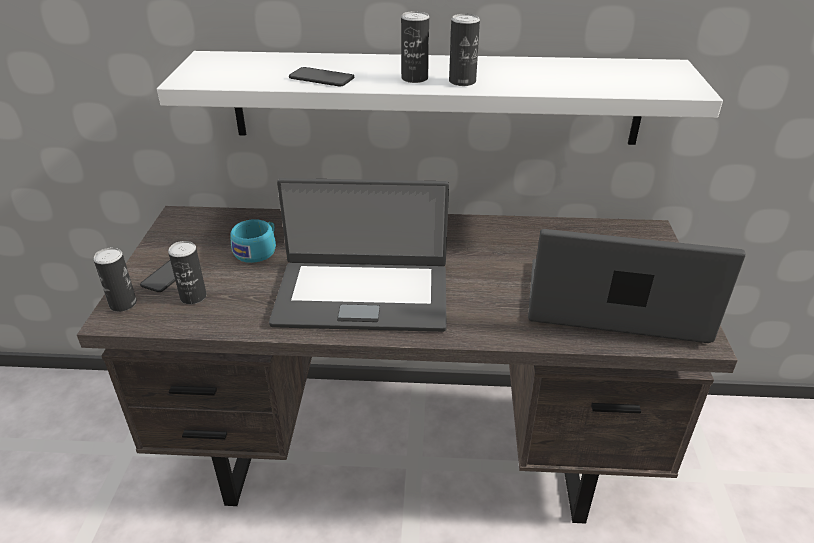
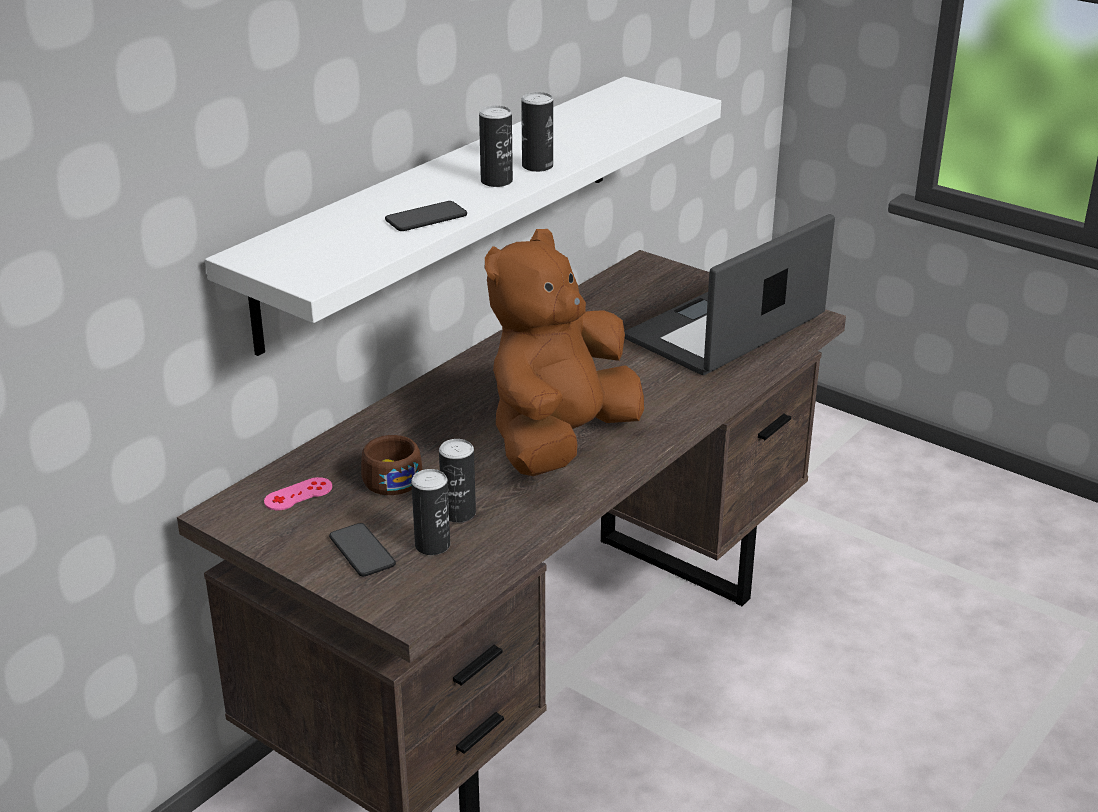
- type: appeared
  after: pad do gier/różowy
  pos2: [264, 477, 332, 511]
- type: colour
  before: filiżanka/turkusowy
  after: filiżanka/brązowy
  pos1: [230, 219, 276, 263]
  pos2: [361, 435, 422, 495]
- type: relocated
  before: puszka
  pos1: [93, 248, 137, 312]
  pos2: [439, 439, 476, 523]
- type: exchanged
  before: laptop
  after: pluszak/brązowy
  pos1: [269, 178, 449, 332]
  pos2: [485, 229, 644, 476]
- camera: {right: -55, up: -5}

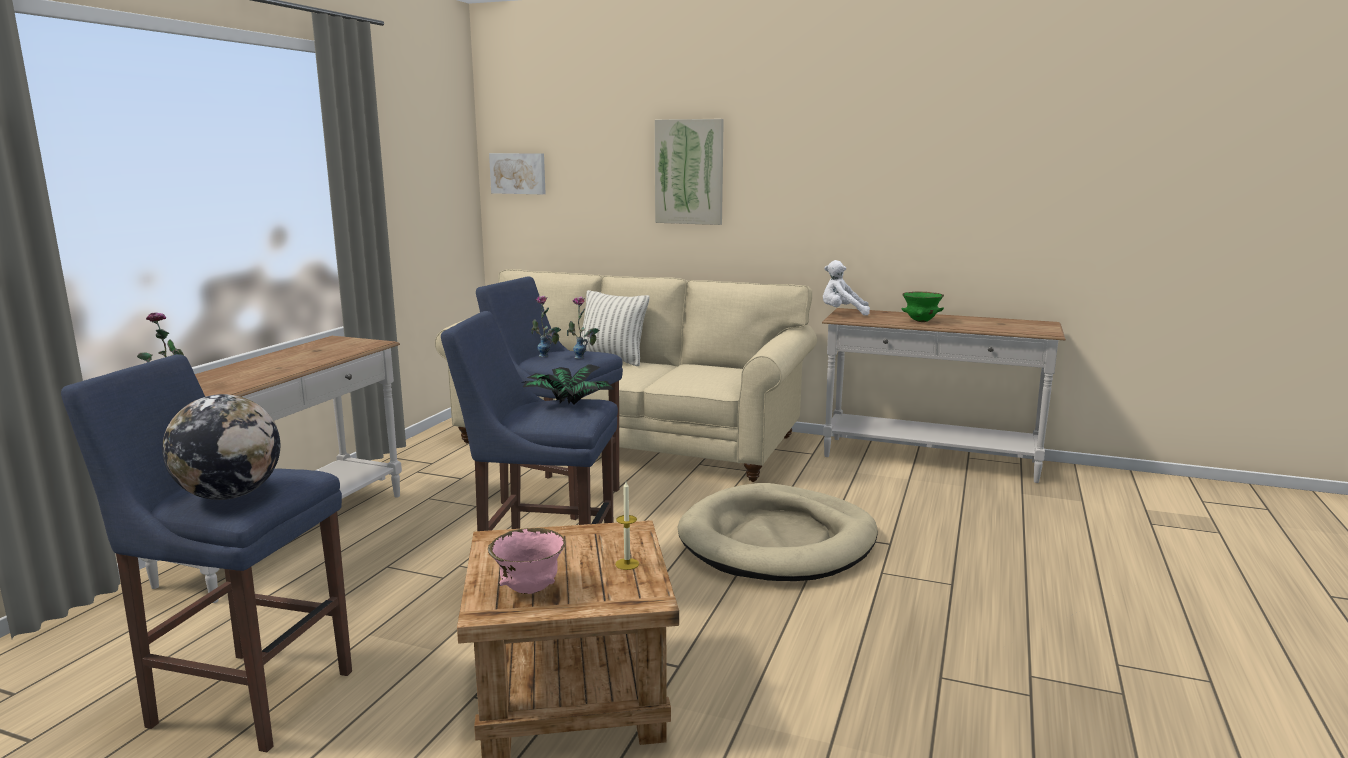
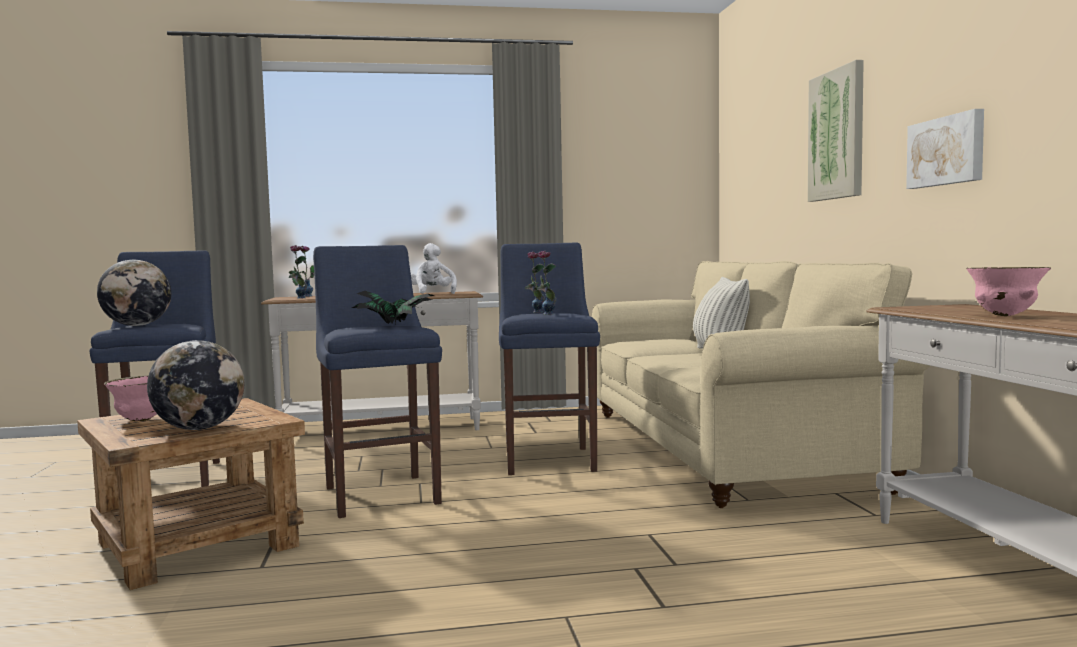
- type: exchanged
  before: świeca
  after: globus
  pos1: [615, 482, 639, 570]
  pos2: [147, 340, 244, 430]
- type: appeared
  after: wazon
  pos2: [289, 245, 307, 299]
- type: relocated
  before: pluszak/biały
  pos1: [823, 260, 870, 316]
  pos2: [411, 243, 457, 294]
- type: relocated
  before: obraz
  pos1: [489, 153, 546, 194]
  pos2: [906, 109, 984, 189]
- type: colour
  before: miska/zielony
  after: miska/różowy
  pos1: [901, 291, 944, 322]
  pos2: [966, 267, 1051, 316]
- type: missing
  before: legowisko/beżowy
  pos1: [677, 483, 878, 581]
- camera: {right: 60, up: -10}

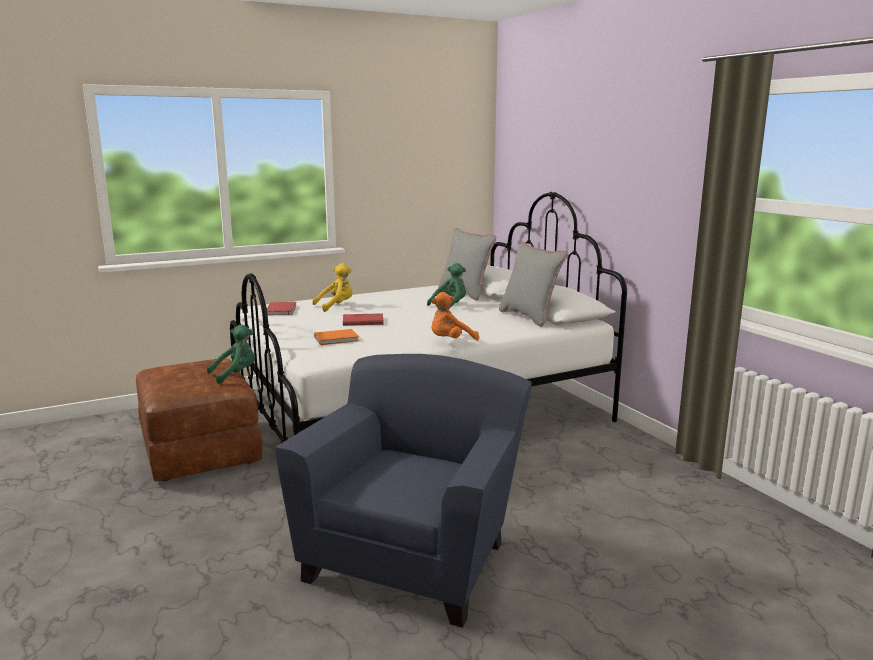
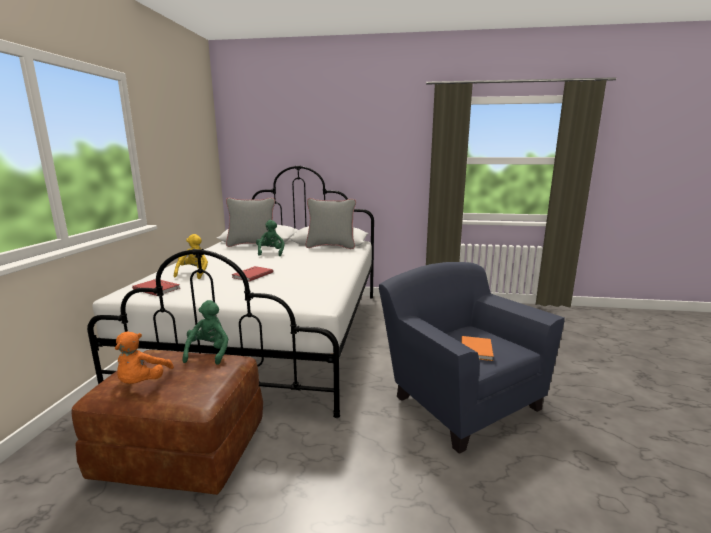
- type: relocated
  before: pluszak/pomarańczowy
  pos1: [431, 292, 479, 341]
  pos2: [115, 331, 174, 384]
- type: relocated
  before: książka/pomarańczowy
  pos1: [314, 329, 359, 345]
  pos2: [462, 336, 494, 361]
- camera: {right: -55, up: 0}

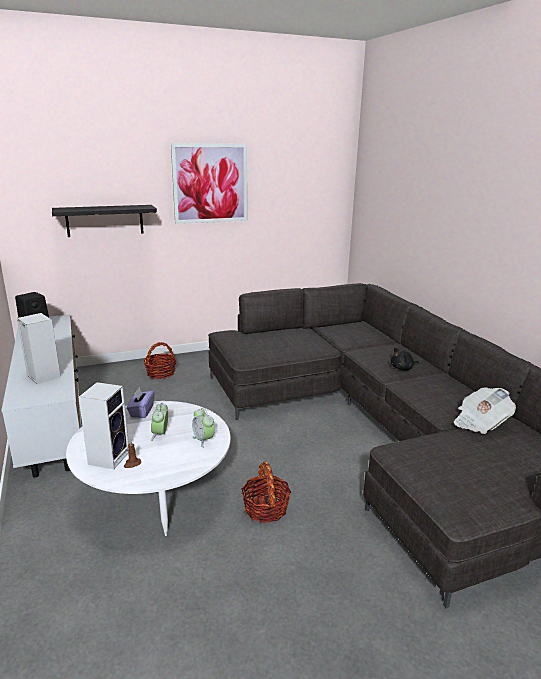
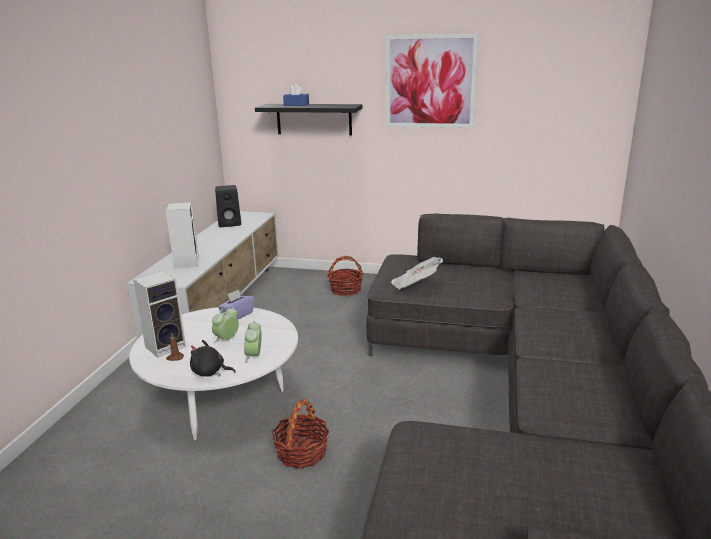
- type: relocated
  before: pluszak/czarny
  pos1: [391, 348, 419, 370]
  pos2: [190, 340, 236, 376]
- type: appeared
  after: pudełko chusteczek/niebieski
  pos2: [283, 84, 309, 106]
- type: relocated
  before: gazeta
  pos1: [454, 387, 516, 434]
  pos2: [391, 257, 443, 290]
- camera: {right: 35, up: 0}

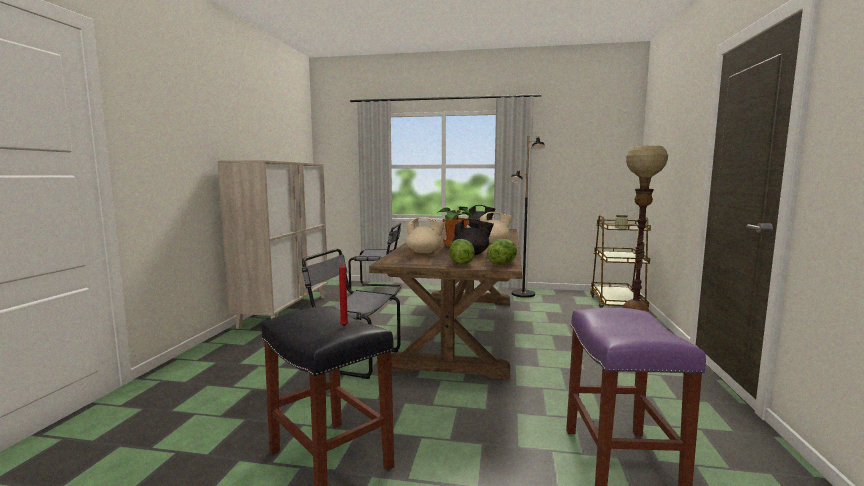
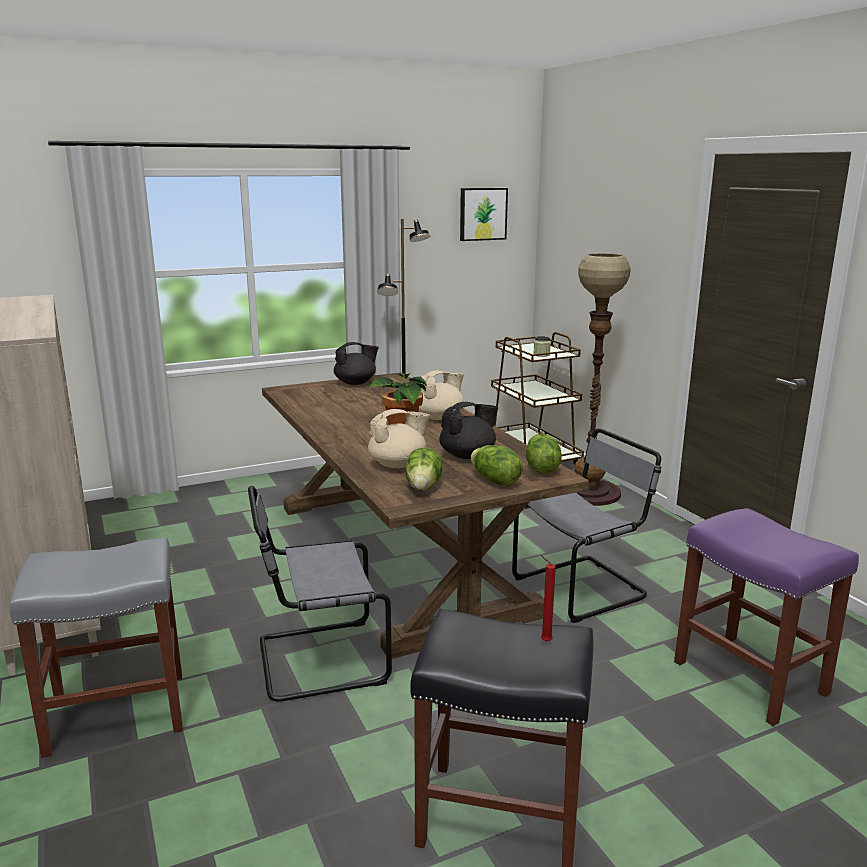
- type: appeared
  after: stołek/szary
  pos2: [10, 537, 183, 758]
- type: appeared
  after: sałata
  pos2: [406, 448, 442, 490]
- type: appeared
  after: obraz
  pos2: [460, 188, 508, 241]
- type: relocated
  before: krzesło/szary
  pos1: [348, 223, 402, 296]
  pos2: [512, 428, 662, 623]
- camera: {right: -35, up: 10}

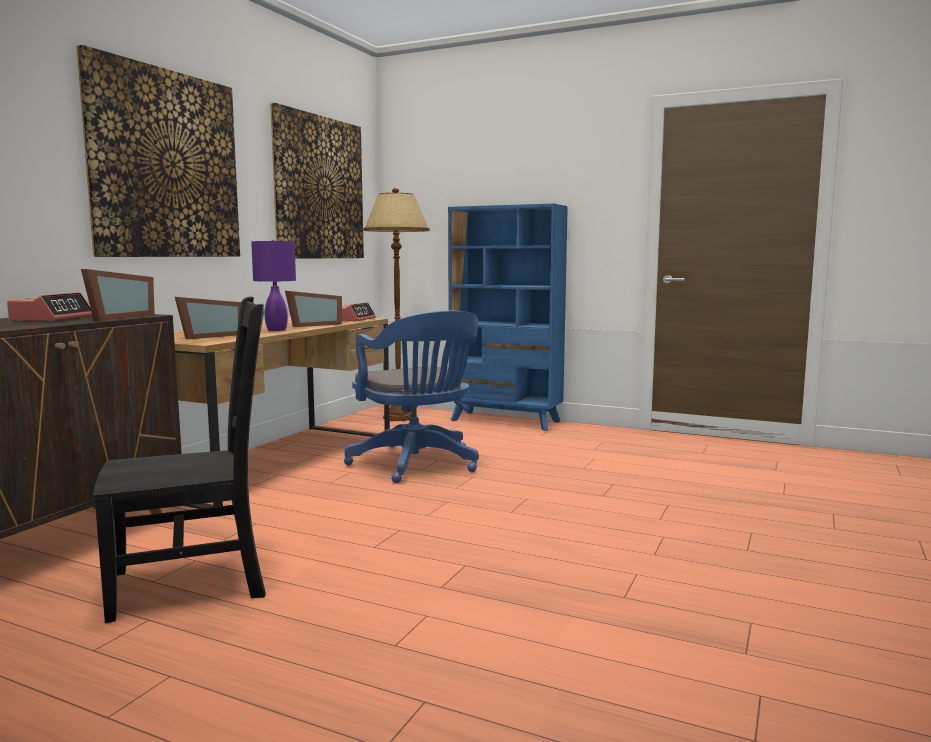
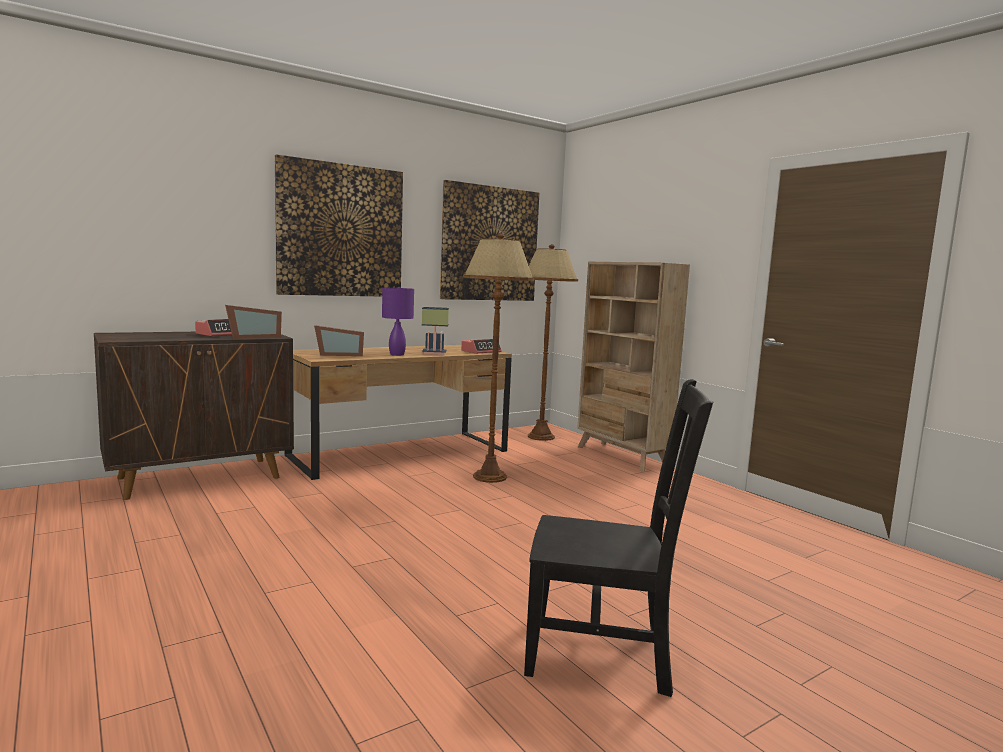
- type: exchanged
  before: ramka na zdjęcie
  after: lampa stołowa
  pos1: [285, 291, 342, 327]
  pos2: [422, 307, 449, 355]
- type: exchanged
  before: krzesło biurowe/niebieski
  after: lampa stojąca/brązowy
  pos1: [344, 311, 479, 483]
  pos2: [463, 233, 534, 483]
- type: relocated
  before: krzesło/czarny
  pos1: [93, 296, 266, 623]
  pos2: [524, 379, 713, 697]
- type: colour
  before: regał/niebieski
  after: regał/beżowy
  pos1: [448, 203, 568, 431]
  pos2: [577, 262, 690, 471]
- camera: {right: 30, up: 0}

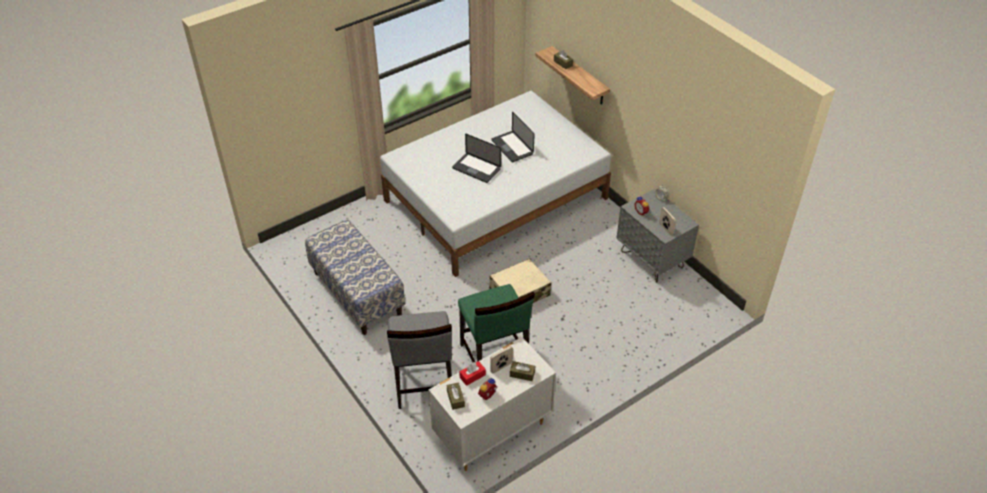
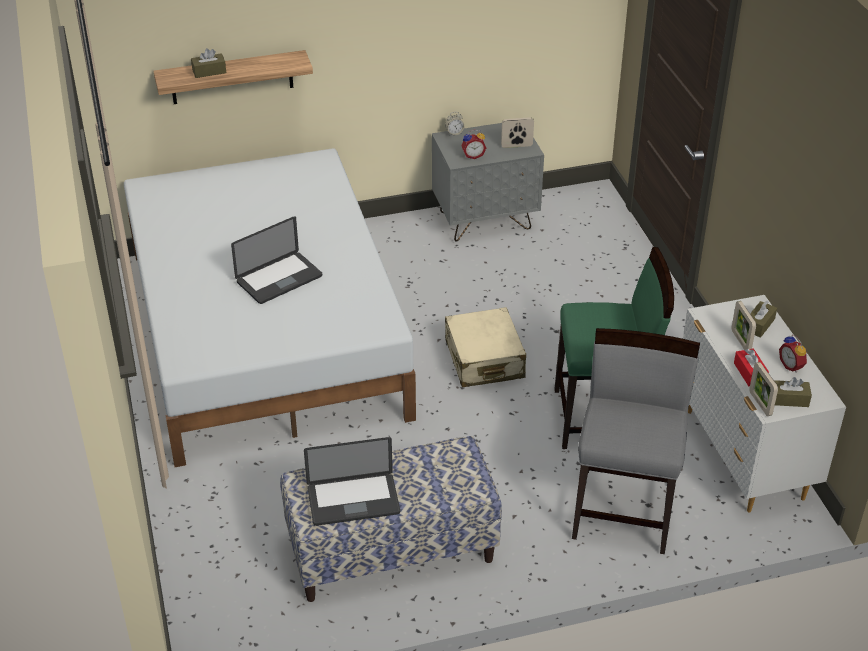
- type: relocated
  before: laptop
  pos1: [491, 111, 535, 162]
  pos2: [304, 437, 400, 526]
- type: spun
  before: krzesło/szary
  pos1: [387, 311, 452, 409]
  pos2: [572, 328, 700, 554]
  turn: -90
- type: appeared
  after: ramka na zdjęcie
  pos2: [749, 362, 778, 416]
- camera: {right: -70, up: -5}

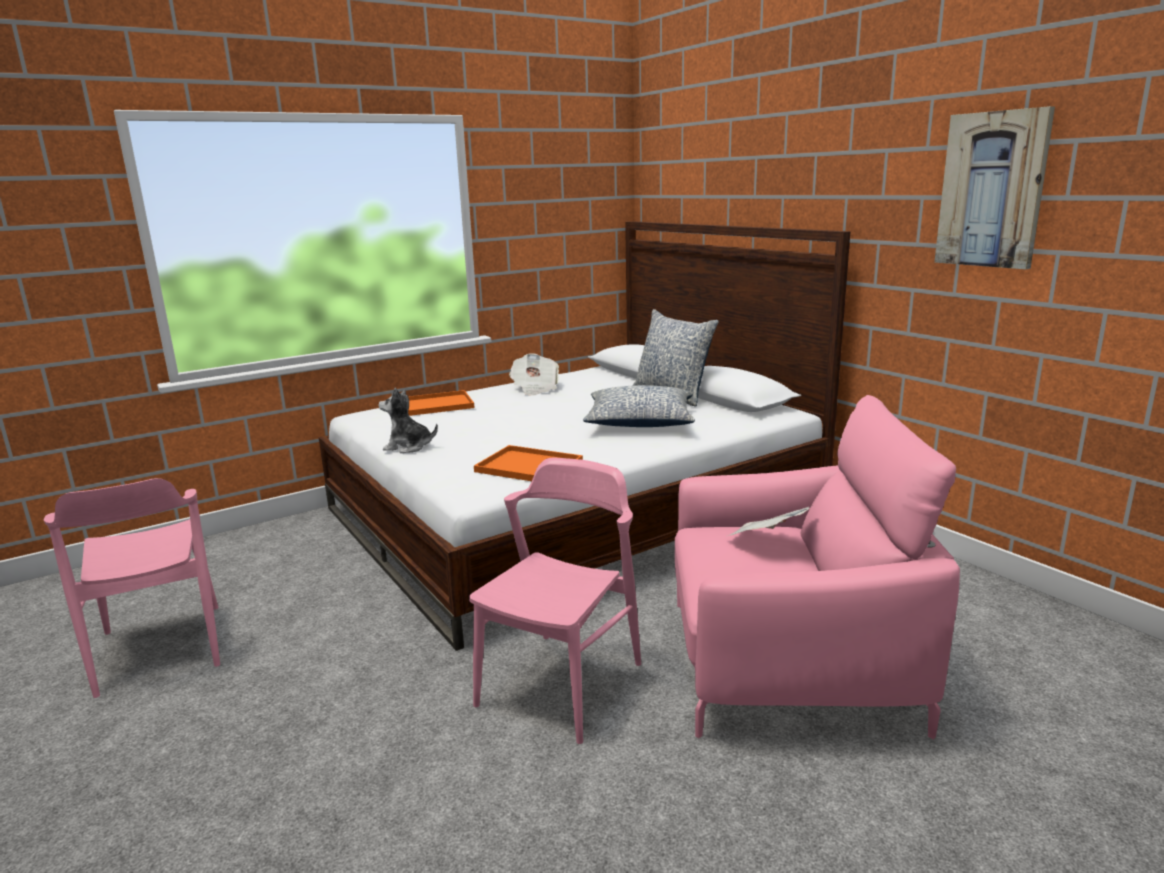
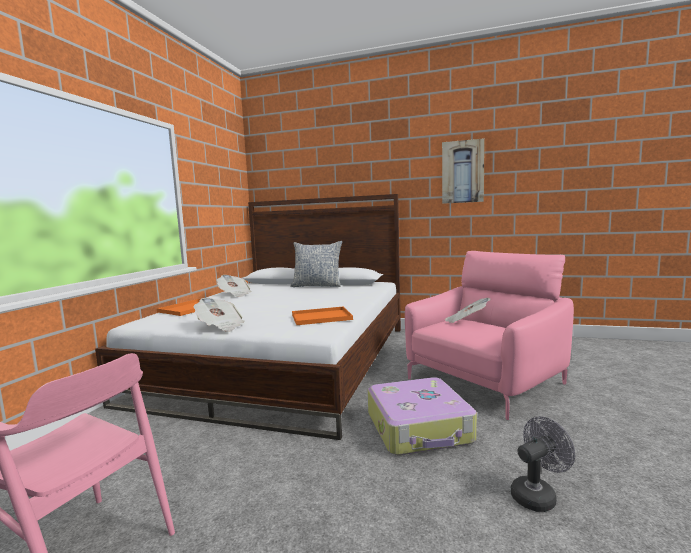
- type: exchanged
  before: pluszak
  after: gazeta
  pos1: [378, 388, 438, 453]
  pos2: [194, 298, 245, 332]
- type: exchanged
  before: krzesło/różowy
  after: walizka
  pos1: [469, 458, 641, 744]
  pos2: [368, 377, 477, 455]
- type: appeared
  after: wentylator/szary
  pos2: [511, 416, 575, 512]
- type: missing
  before: poduszka
  pos1: [583, 385, 695, 427]
- camera: {right: -40, up: -10}

